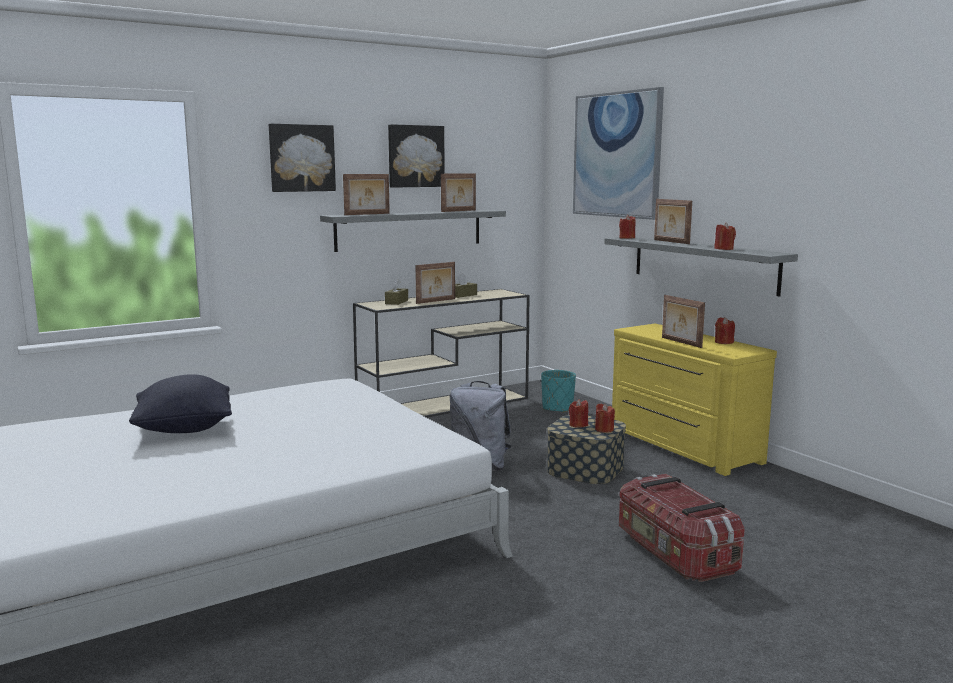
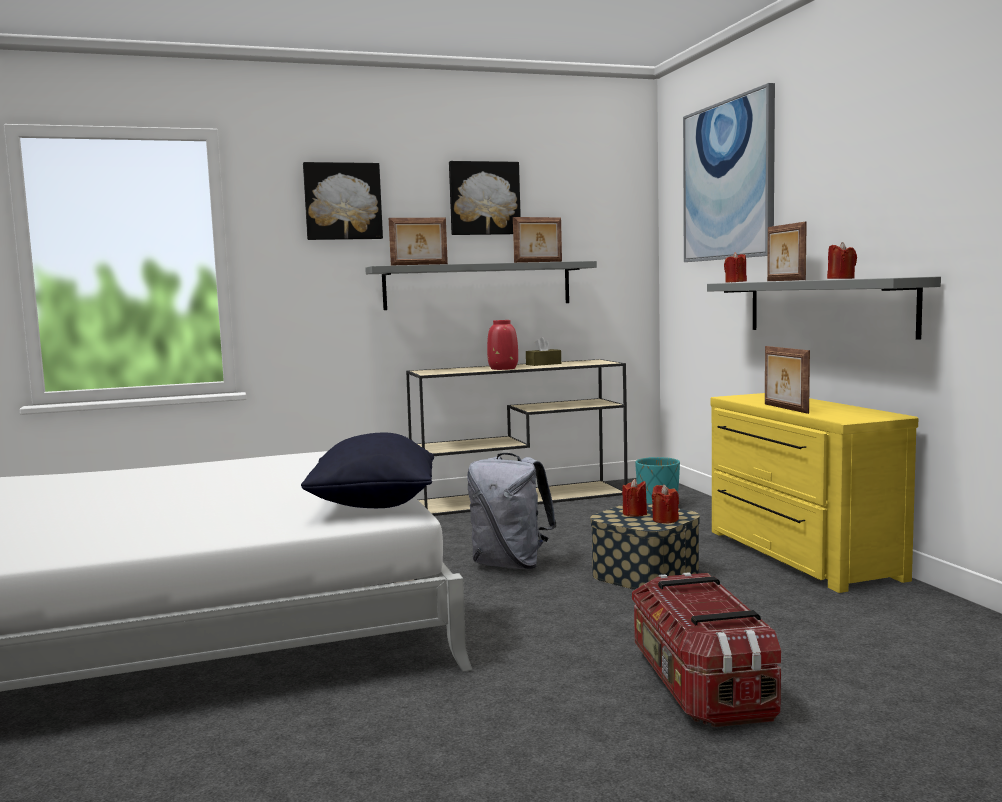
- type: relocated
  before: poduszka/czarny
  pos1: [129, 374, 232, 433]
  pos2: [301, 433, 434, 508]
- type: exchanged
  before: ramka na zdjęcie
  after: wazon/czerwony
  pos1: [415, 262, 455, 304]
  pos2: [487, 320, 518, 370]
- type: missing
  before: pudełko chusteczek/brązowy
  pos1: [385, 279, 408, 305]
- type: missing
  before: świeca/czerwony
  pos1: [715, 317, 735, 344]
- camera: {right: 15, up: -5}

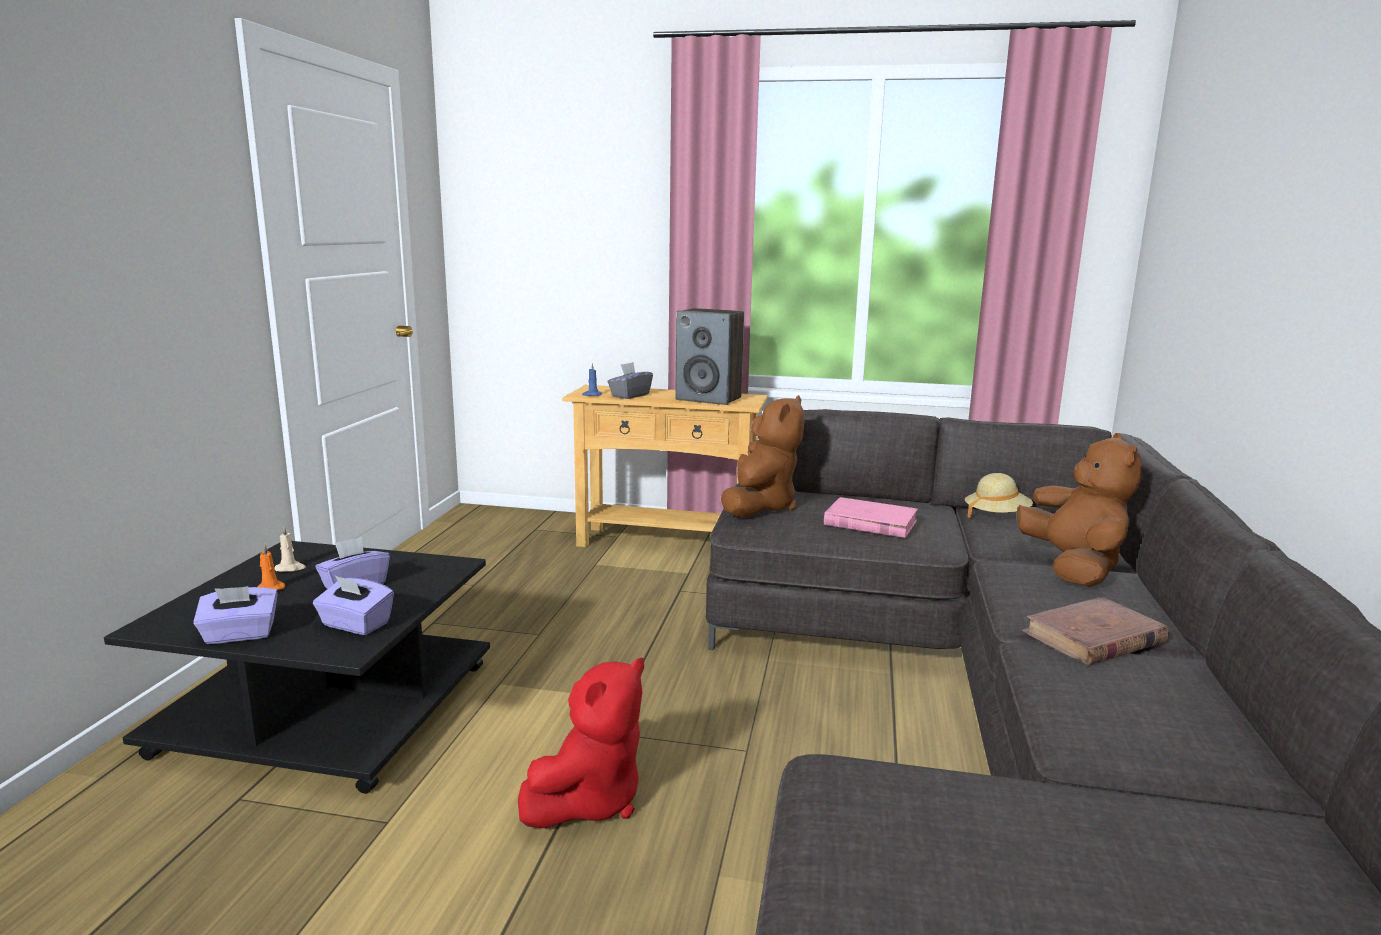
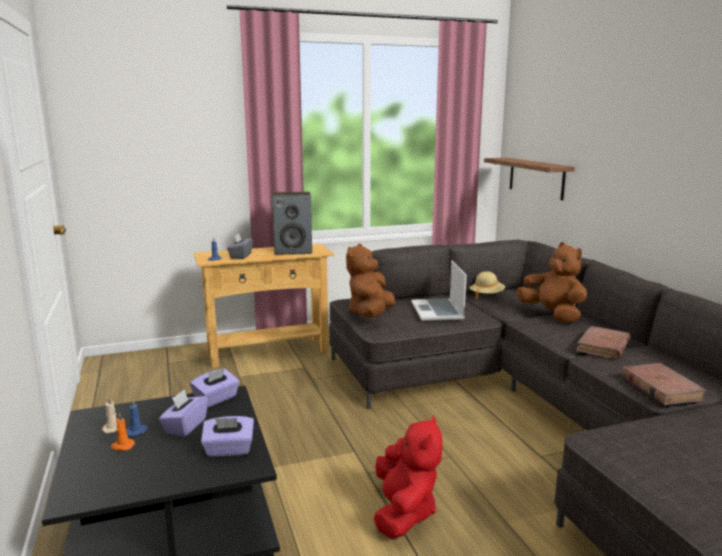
- type: appeared
  after: świeca/niebieski
  pos2: [127, 399, 148, 436]
- type: relocated
  before: pudełko chusteczek/fioletowy
  pos1: [193, 586, 278, 644]
  pos2: [190, 368, 240, 407]
- type: spun
  before: pluszak/brązowy
  pos1: [721, 395, 805, 517]
  pos2: [346, 244, 395, 318]
  turn: -150
- type: exchanged
  before: książka/różowy
  after: laptop
  pos1: [824, 497, 918, 538]
  pos2: [411, 260, 467, 321]
- type: appeared
  after: półka
  pos2: [484, 158, 575, 201]
- type: appeared
  after: książka/brązowy
  pos2: [621, 363, 708, 405]
- camera: {right: -30, up: 0}

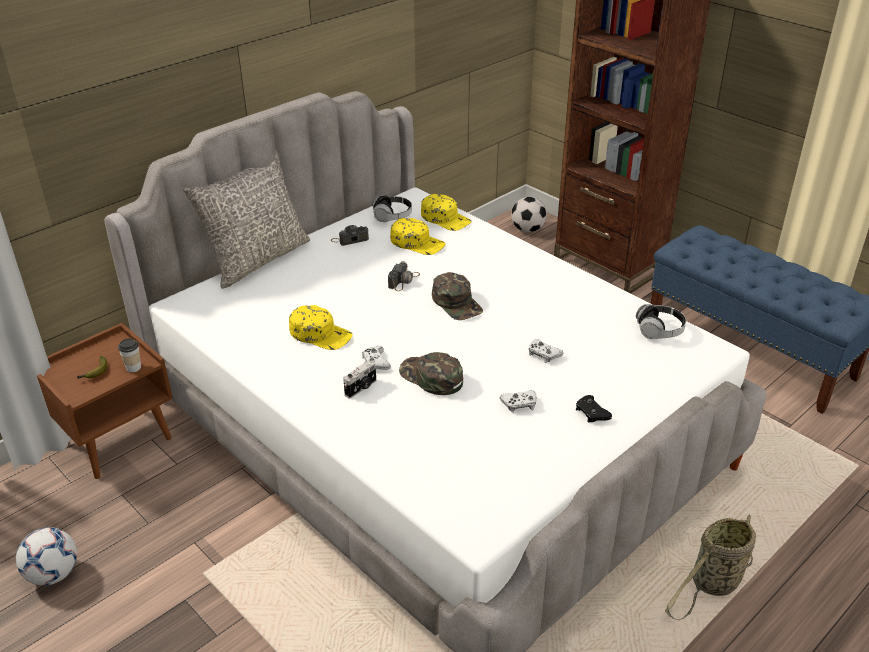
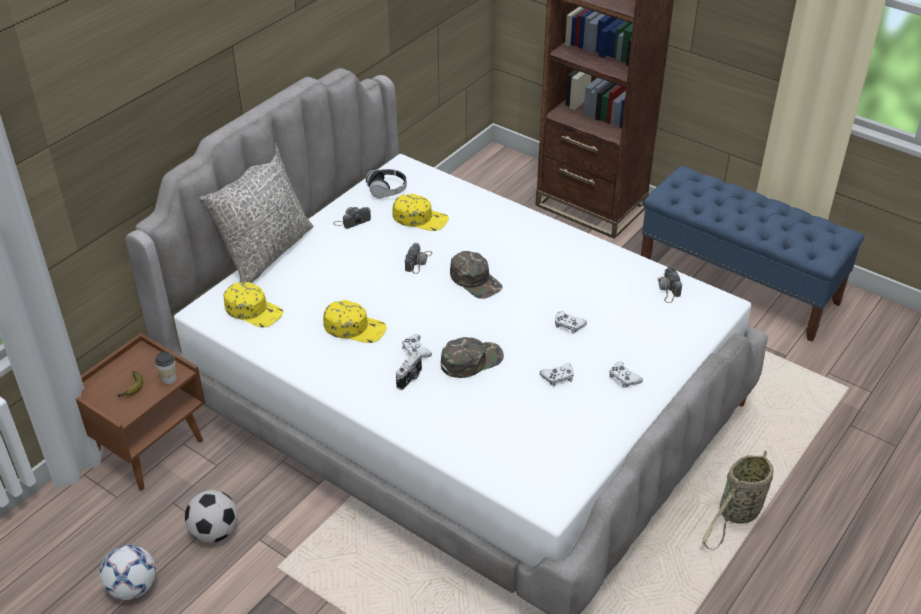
- type: relocated
  before: piłka futbolowa
  pos1: [511, 197, 547, 232]
  pos2: [185, 490, 238, 543]
- type: relocated
  before: czapka z daszkiem/żółty
  pos1: [421, 194, 472, 231]
  pos2: [223, 282, 283, 328]
- type: spun
  before: czapka z daszkiem/zielony
  pos1: [399, 352, 463, 395]
  pos2: [441, 337, 504, 378]
  turn: 120
- type: colour
  before: pad do gier/czarny
  after: pad do gier/biały
  pos1: [576, 395, 612, 422]
  pos2: [609, 362, 643, 388]
- type: exchanged
  before: słuchawki
  after: aparat fotograficzny
  pos1: [636, 304, 686, 339]
  pos2: [658, 267, 682, 303]
- camera: {right: -10, up: 5}

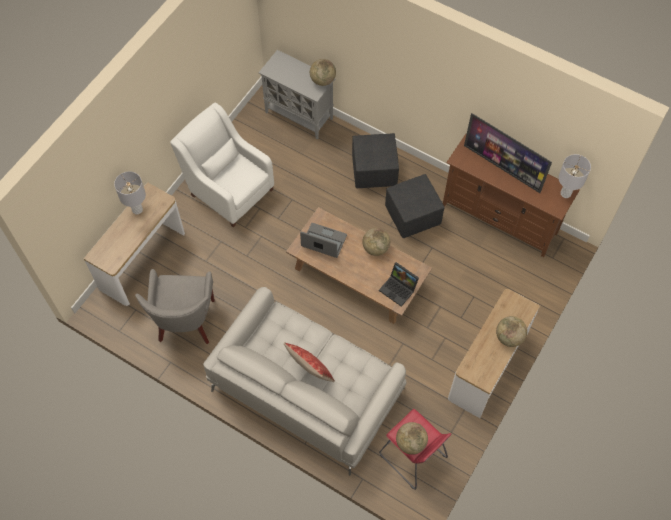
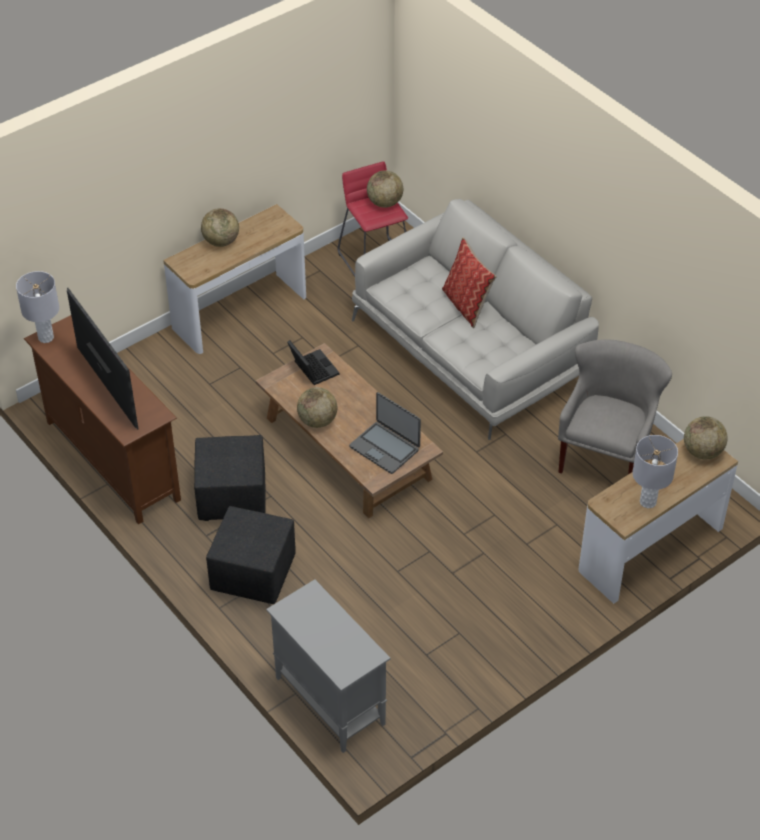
- type: relocated
  before: globus
  pos1: [310, 59, 336, 86]
  pos2: [684, 416, 728, 459]
- type: missing
  before: fotel/biały
  pos1: [170, 103, 274, 228]
- camera: {right: -160, up: -15}

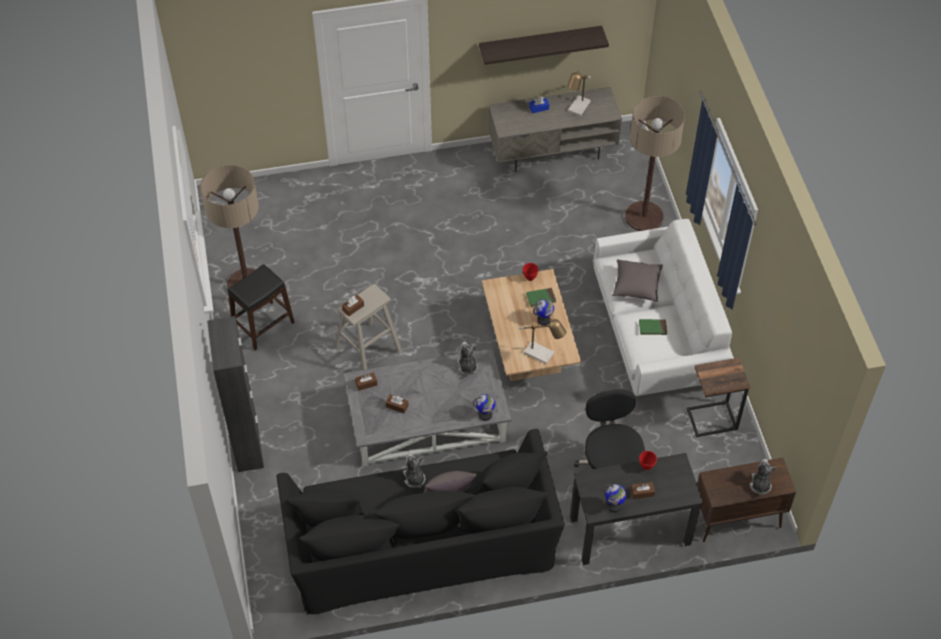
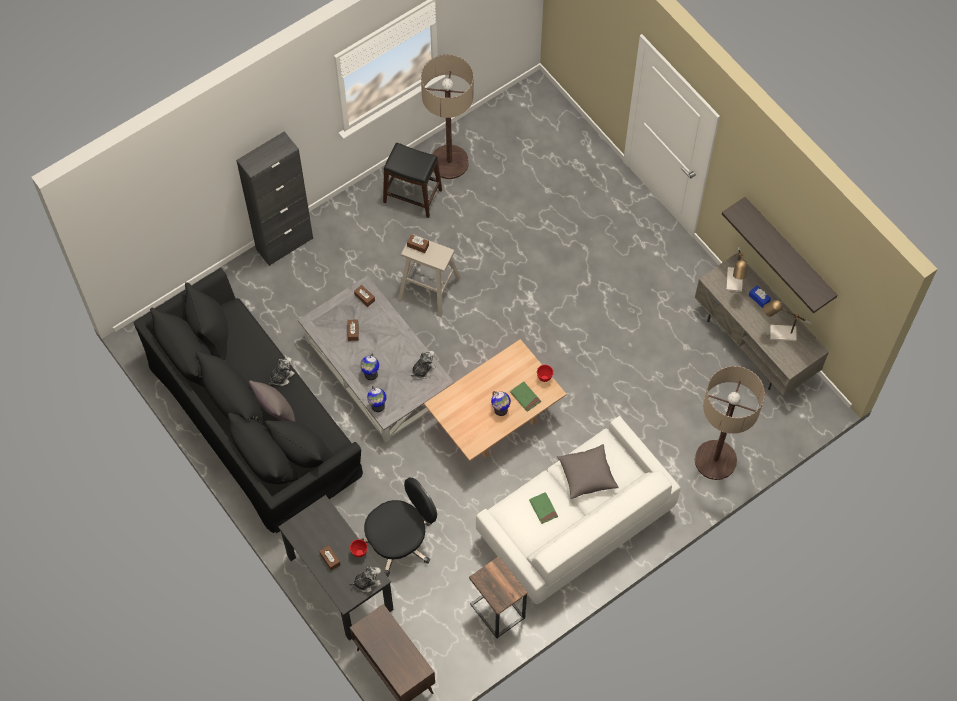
- type: relocated
  before: pluszak
  pos1: [749, 459, 776, 496]
  pos2: [349, 567, 381, 592]
- type: relocated
  before: globus
  pos1: [604, 484, 626, 512]
  pos2: [360, 353, 379, 380]
- type: relocated
  before: lampa stołowa
  pos1: [519, 319, 566, 364]
  pos2: [726, 247, 747, 292]
- camera: {right: 65, up: 10}

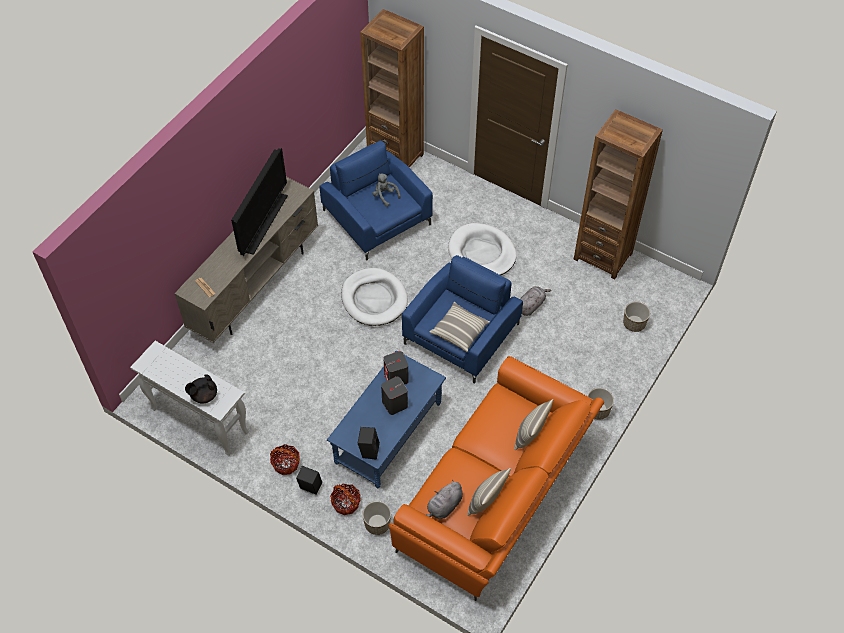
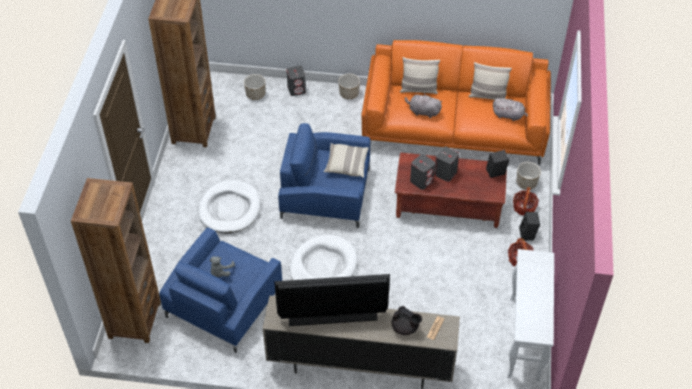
- type: appeared
  after: głośnik/szary
  pos2: [287, 66, 306, 96]
- type: relocated
  before: imbryk/czarny
  pos1: [185, 374, 217, 404]
  pos2: [392, 306, 422, 335]
- type: colour
  before: ława/niebieski
  after: ława/brązowy
  pos1: [327, 351, 446, 488]
  pos2: [395, 153, 507, 228]
- type: relocated
  before: pluszak/szary
  pos1: [520, 286, 551, 316]
  pos2: [405, 93, 442, 118]
- camera: {right: -115, up: -5}

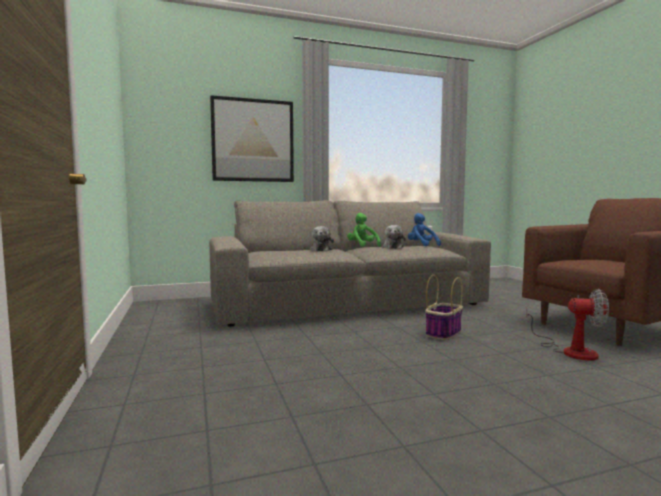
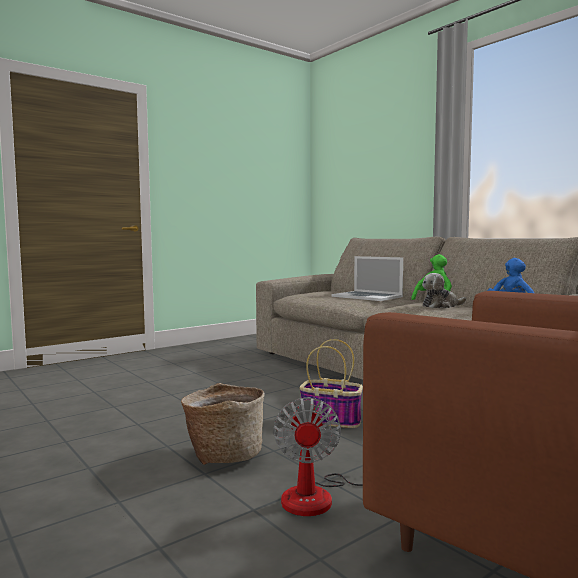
- type: appeared
  after: koszyk
  pos2: [181, 383, 265, 465]
- type: exchanged
  before: pluszak
  after: laptop
  pos1: [310, 226, 334, 251]
  pos2: [332, 256, 403, 301]
- type: missing
  before: obraz
  pos1: [210, 95, 294, 182]
- camera: {right: 70, up: 0}

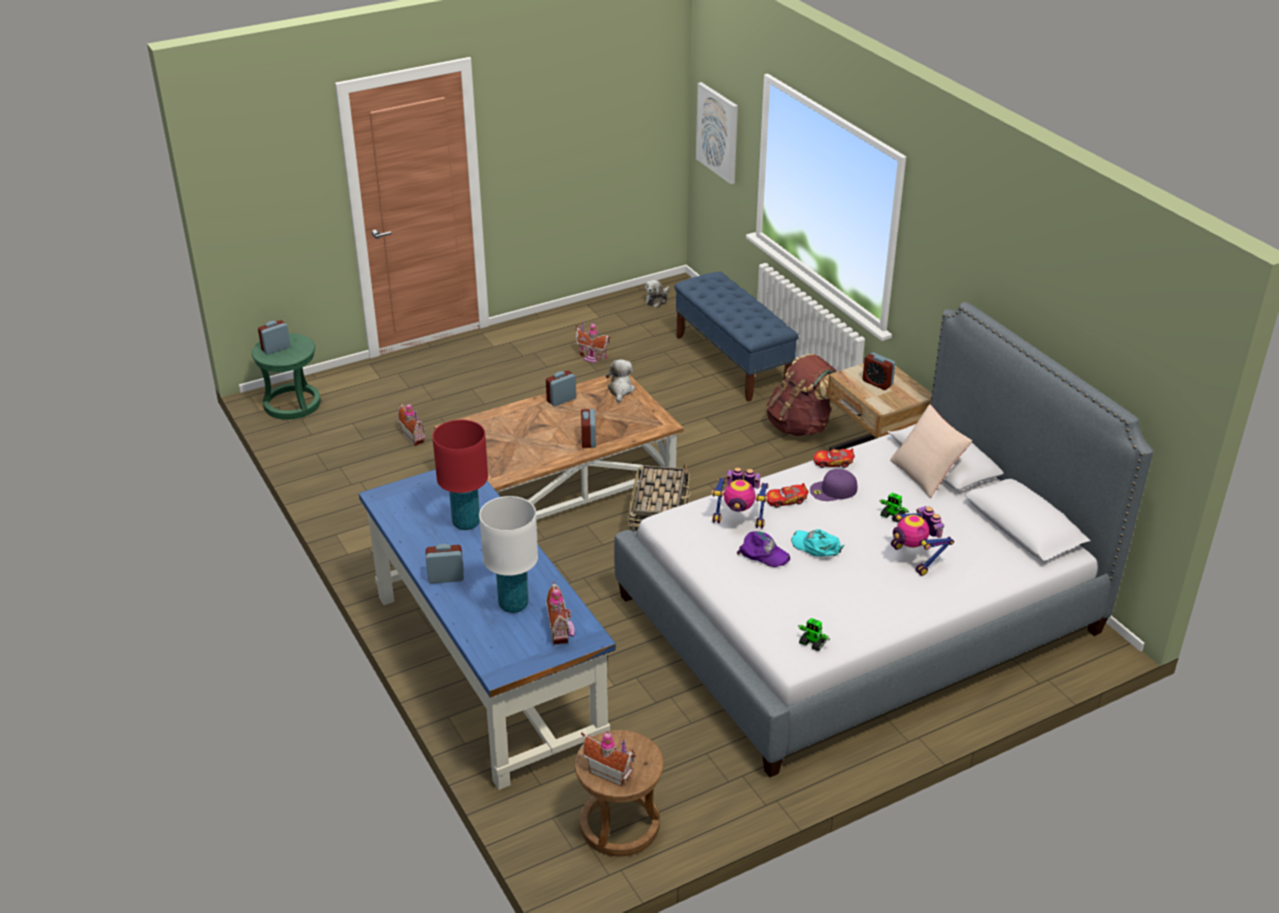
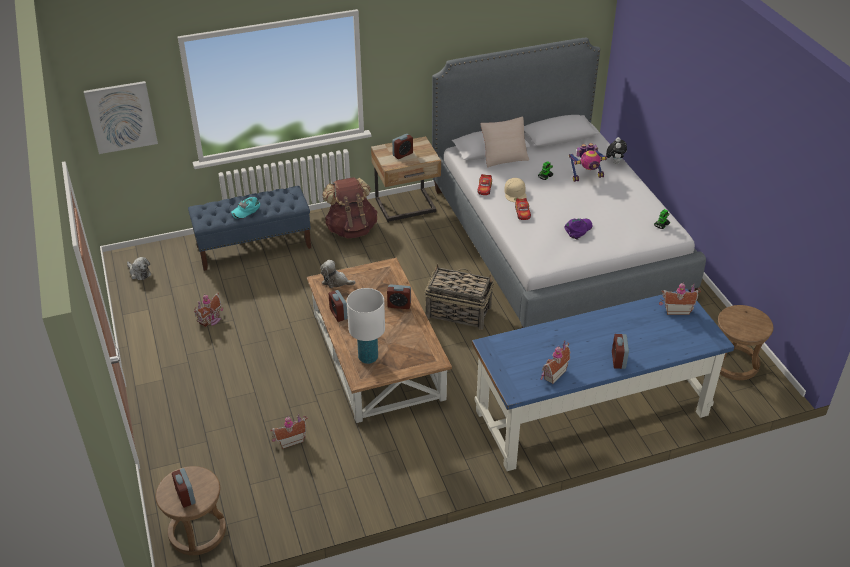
- type: colour
  before: stołek/zielony
  after: stołek/brązowy
  pos1: [252, 333, 321, 420]
  pos2: [155, 466, 226, 555]
- type: relocated
  before: czapka z daszkiem/turkusowy
  pos1: [791, 529, 844, 557]
  pos2: [231, 197, 260, 219]
- type: relocated
  before: lampa stołowa/biały
  pos1: [479, 496, 538, 613]
  pos2: [347, 288, 385, 364]
- type: colour
  before: czapka z daszkiem/fioletowy
  after: czapka z daszkiem/beżowy
  pos1: [810, 469, 857, 501]
  pos2: [504, 178, 526, 202]
- type: relocated
  before: domek
  pos1: [581, 731, 636, 786]
  pos2: [541, 341, 570, 384]
- type: appeared
  after: pluszak
  pos2: [606, 137, 627, 164]
- type: missing
  before: lampa stołowa/czerwony
  pos1: [432, 420, 488, 530]
- type: missing
  before: robot zabawkowy
  pos1: [711, 467, 769, 528]
- camera: {right: -80, up: 5}

